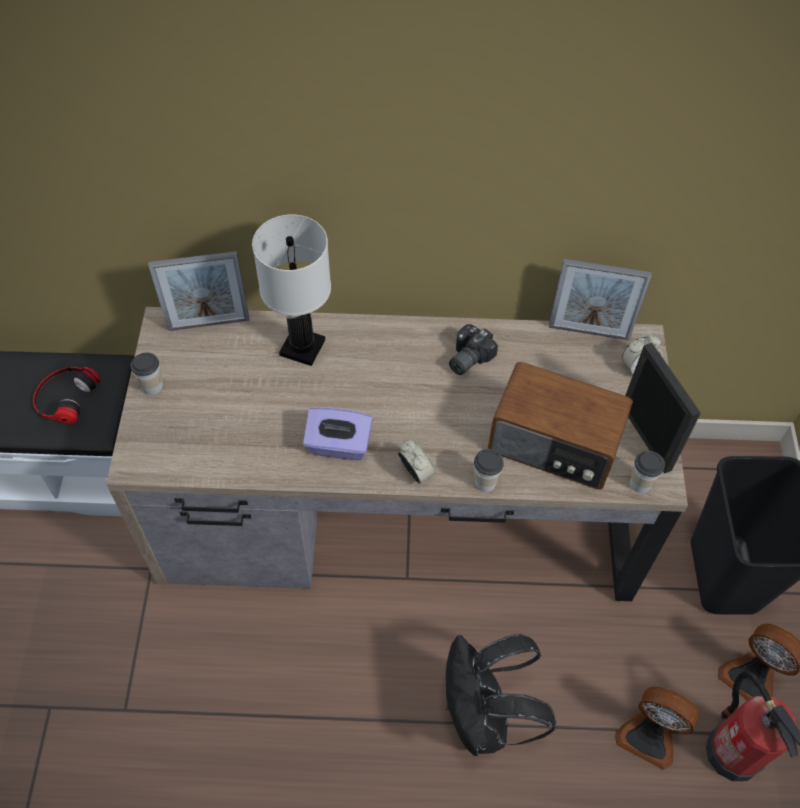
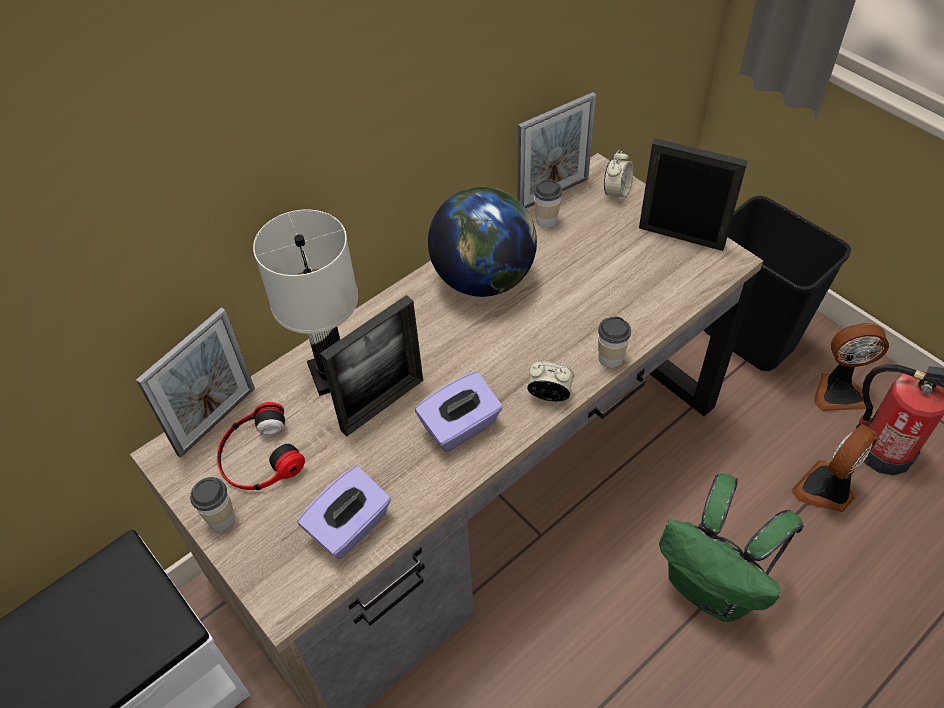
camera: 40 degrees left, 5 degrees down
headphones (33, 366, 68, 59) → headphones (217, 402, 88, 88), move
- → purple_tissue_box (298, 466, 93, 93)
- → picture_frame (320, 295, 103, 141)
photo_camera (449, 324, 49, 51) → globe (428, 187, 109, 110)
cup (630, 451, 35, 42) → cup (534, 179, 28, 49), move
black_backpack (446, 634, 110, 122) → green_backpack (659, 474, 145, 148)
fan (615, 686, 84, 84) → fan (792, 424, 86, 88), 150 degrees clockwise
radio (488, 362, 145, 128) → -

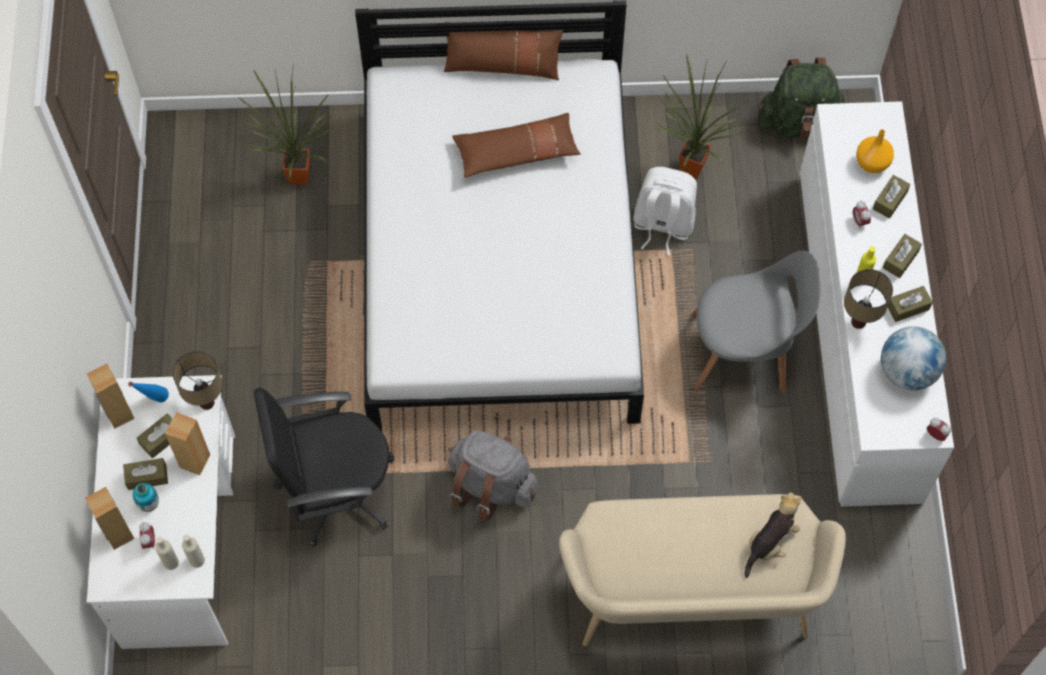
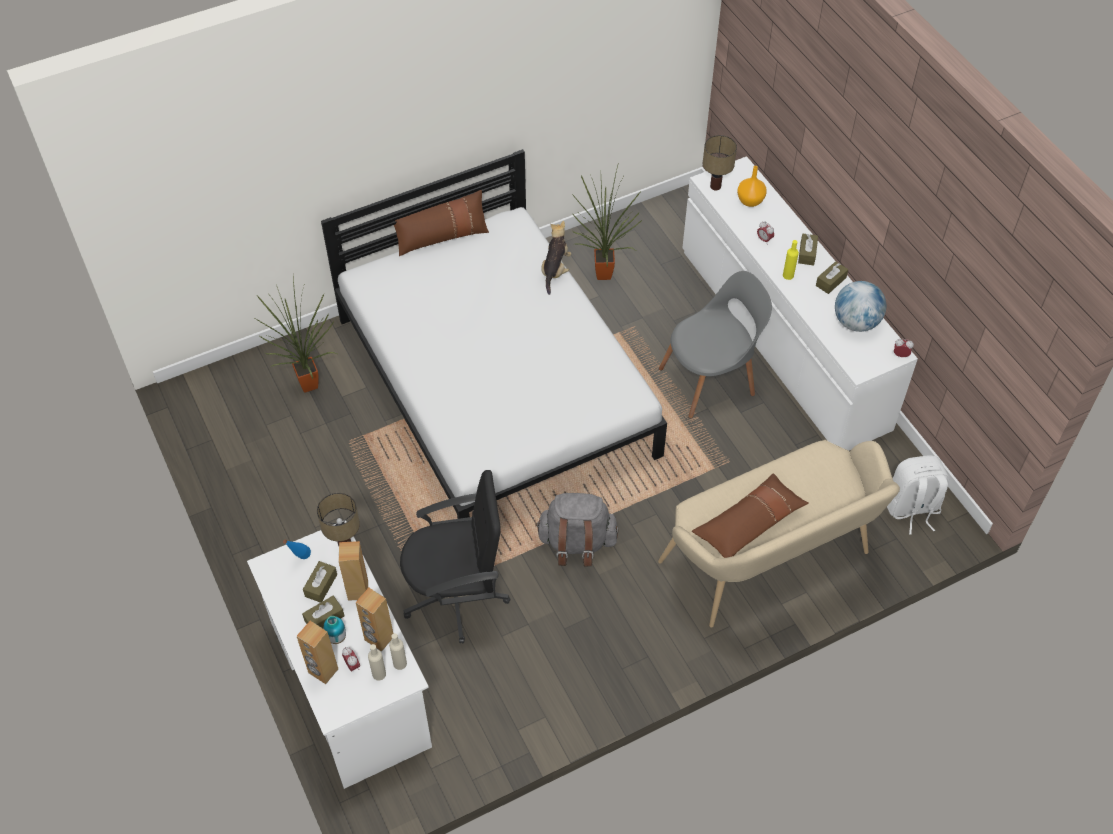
camera: 25 degrees left, 10 degrees down
brown_speaker (87, 364, 47, 65) → brown_speaker (356, 588, 37, 64), move
black_office_chair (253, 388, 141, 159) → black_office_chair (400, 470, 110, 174), 150 degrees counterclockwise
plush_toy (745, 493, 57, 85) → plush_toy (541, 221, 30, 74), move
brown_pillow (452, 113, 129, 65) → brown_pillow (692, 473, 117, 85), move
table_lamp (844, 269, 49, 60) → table_lamp (703, 135, 34, 55), move
white_backpack (634, 167, 63, 89) → white_backpack (887, 455, 62, 80), move
green_backpack (758, 57, 87, 82) → -
brown_tissue_box (873, 175, 37, 44) → -

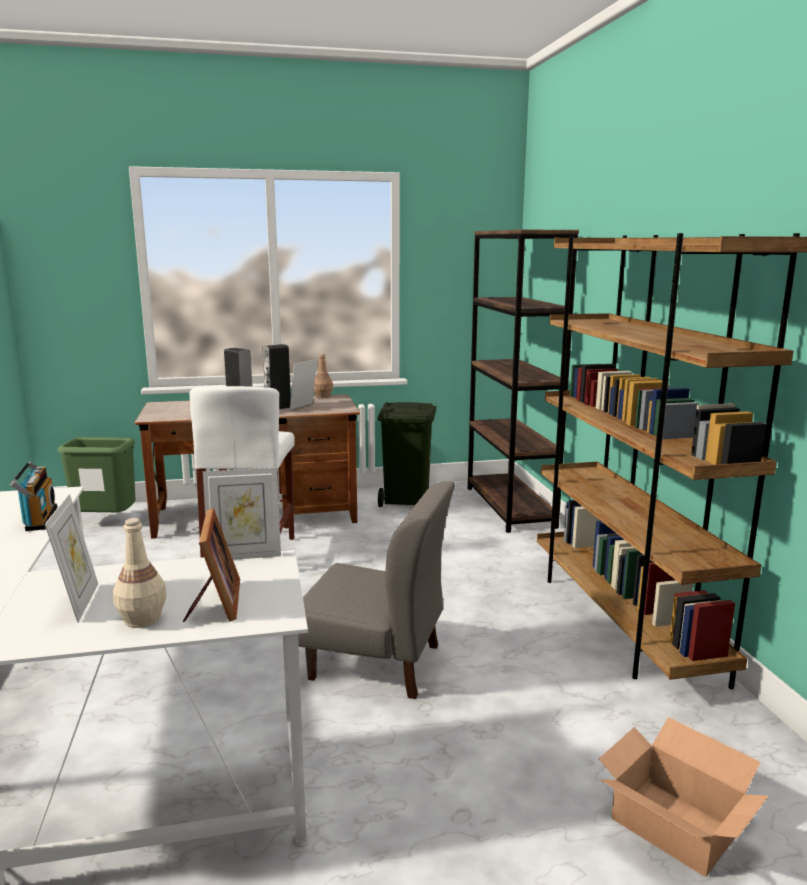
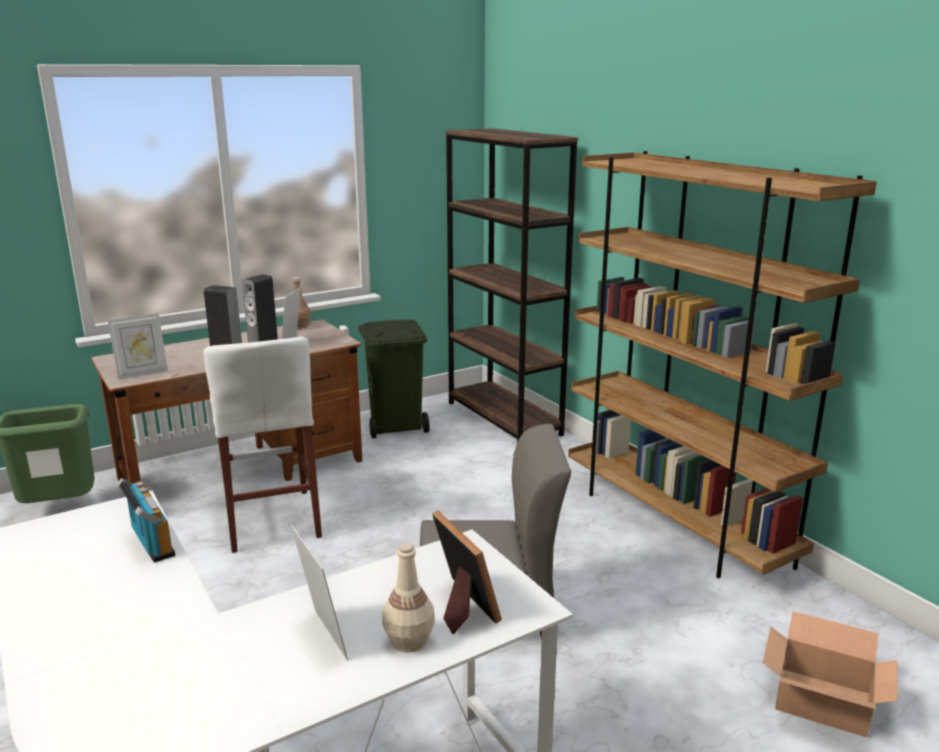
camera: 20 degrees left, 5 degrees up
picture_frame (203, 468, 78, 92) → picture_frame (108, 313, 60, 67), move

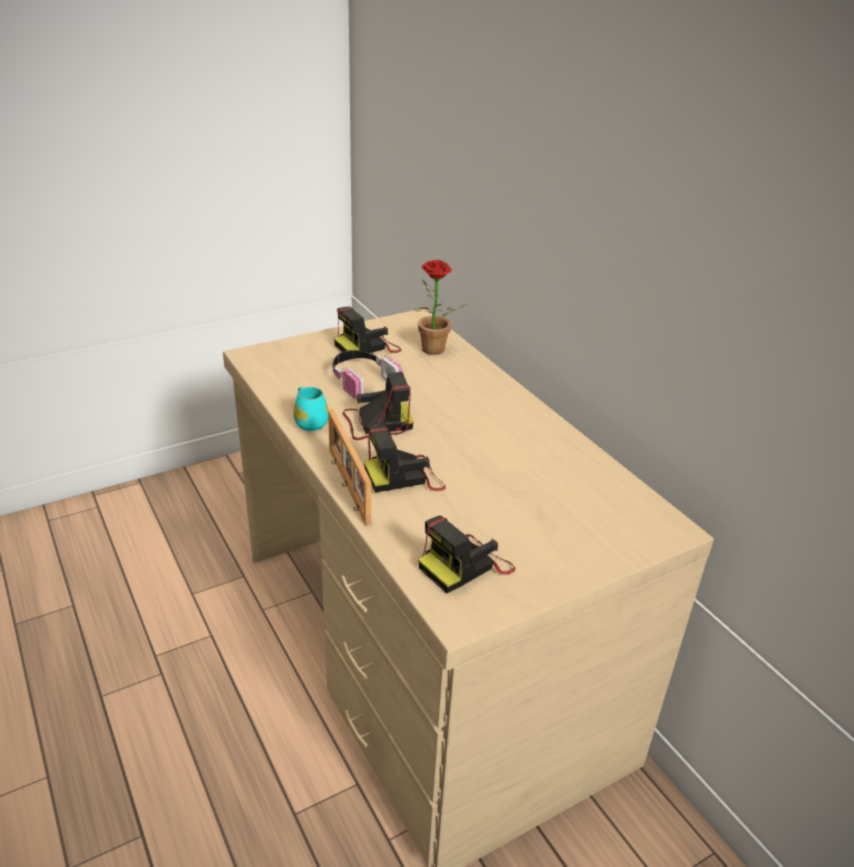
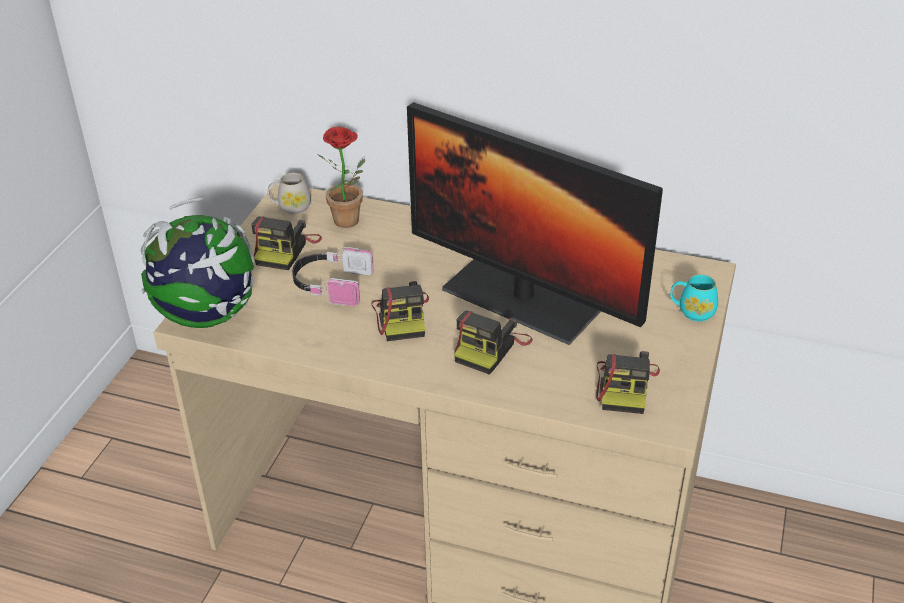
camera: 40 degrees left, 5 degrees up
- → globe (141, 198, 113, 130)
- → white_mug (268, 173, 43, 41)
photo_camera (343, 372, 71, 68) → photo_camera (372, 281, 57, 60), 135 degrees clockwise
- → monitor (407, 102, 256, 243)
turquoise_mug (293, 387, 35, 44) → turquoise_mug (670, 274, 48, 47), move
picture_frame (328, 409, 43, 117) → -

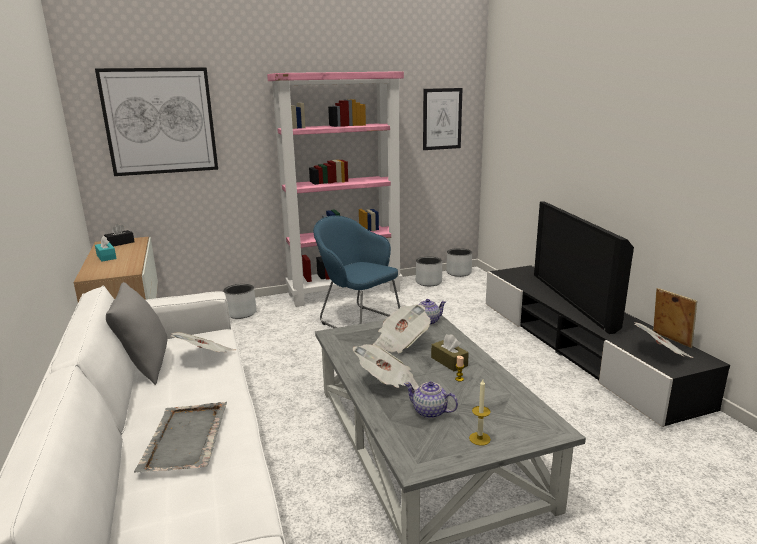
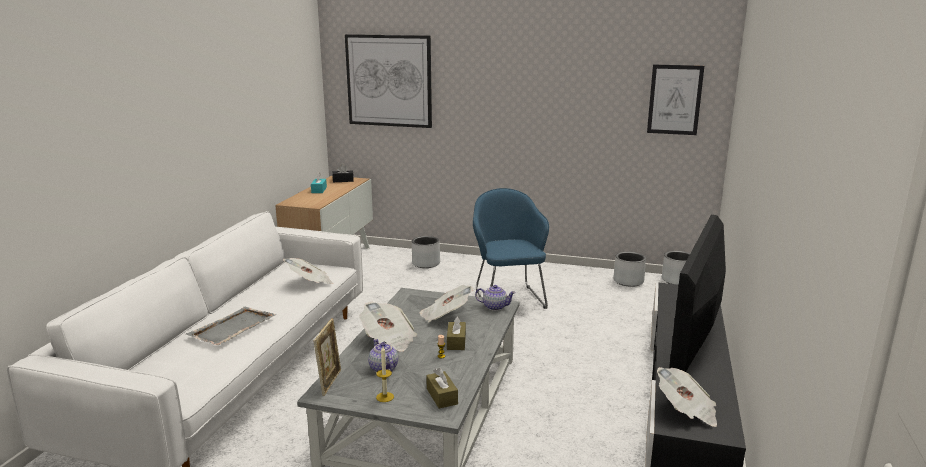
camera: 35 degrees right, 0 degrees up
picture_frame (653, 288, 44, 60) → picture_frame (314, 318, 27, 78), move
- → brown_tissue_box (426, 368, 32, 40)
grey_pillow (106, 282, 61, 103) → -
pink_bookcase (267, 71, 137, 236) → -

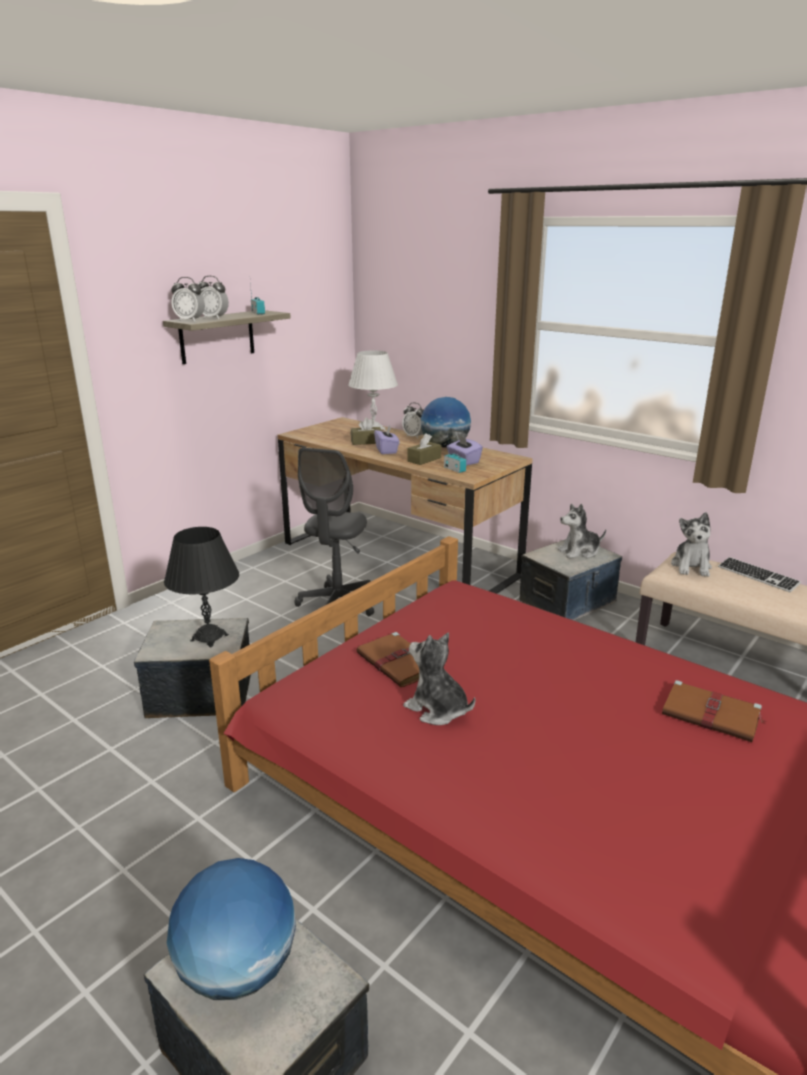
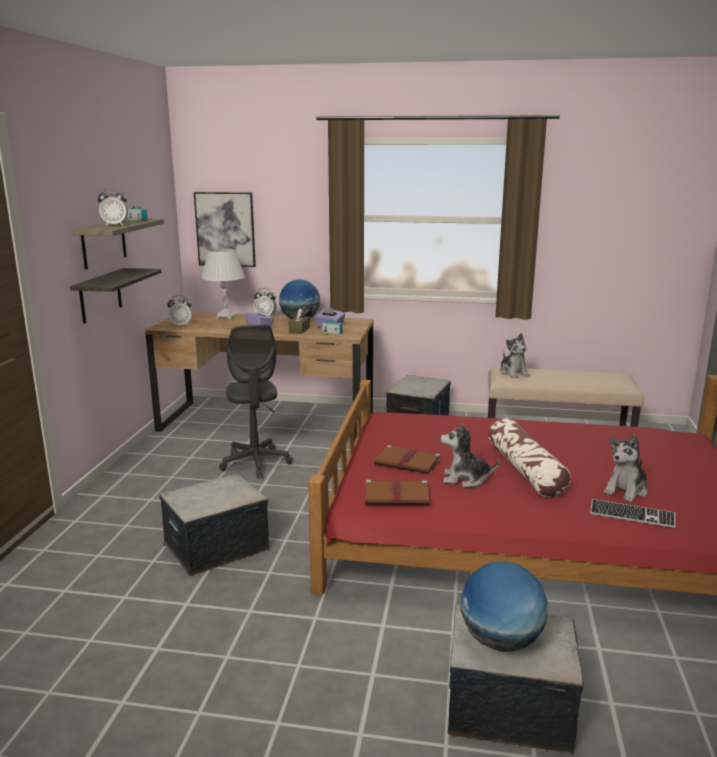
camera: 30 degrees left, 5 degrees down
- → shelf (70, 268, 91, 56)
alarm_clock (171, 277, 34, 45) → alarm_clock (167, 295, 24, 32), move
- → picture (194, 192, 62, 75)
brown_book (662, 680, 106, 62) → brown_book (365, 480, 68, 25), move
- → pillow (488, 419, 83, 78)
keyboard (718, 557, 83, 35) → keyboard (590, 499, 86, 29), move
plush_toy (558, 504, 48, 54) → plush_toy (604, 435, 44, 67), move
black_table_lamp (164, 527, 75, 120) → -
brown_tissue_box (351, 417, 31, 28) → -

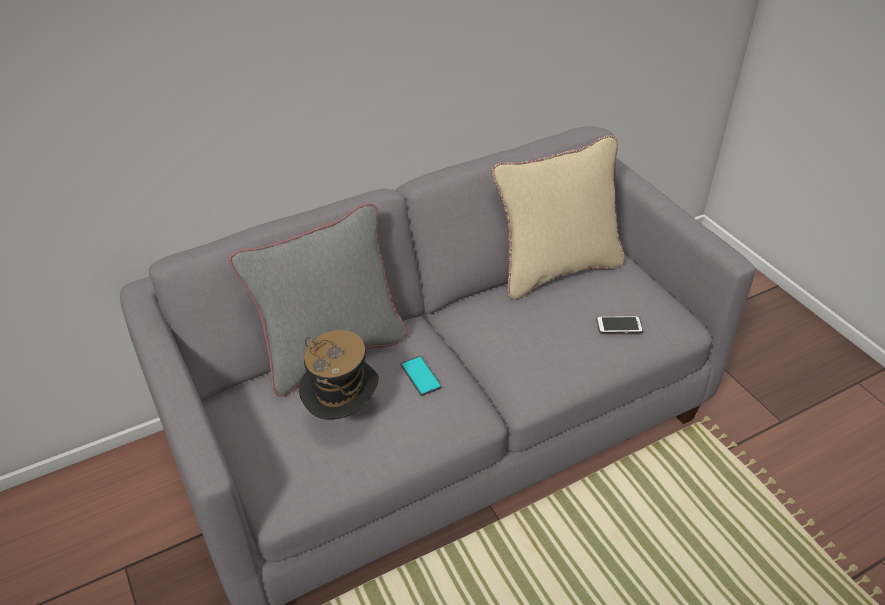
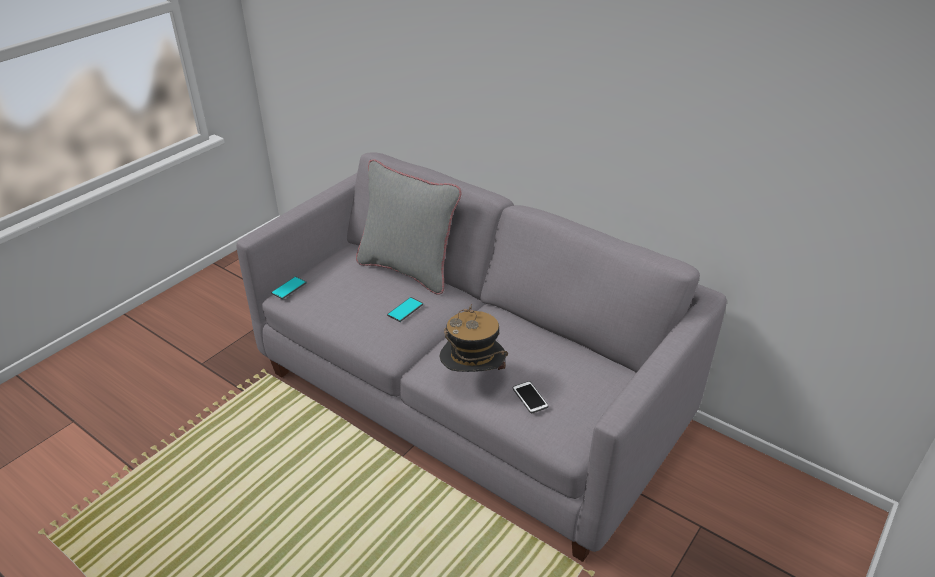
camera: 65 degrees right, 5 degrees down
- → phone (271, 276, 36, 23)
hat (299, 330, 80, 90) → hat (440, 304, 68, 68), move
beige_pillow (491, 135, 134, 165) → -

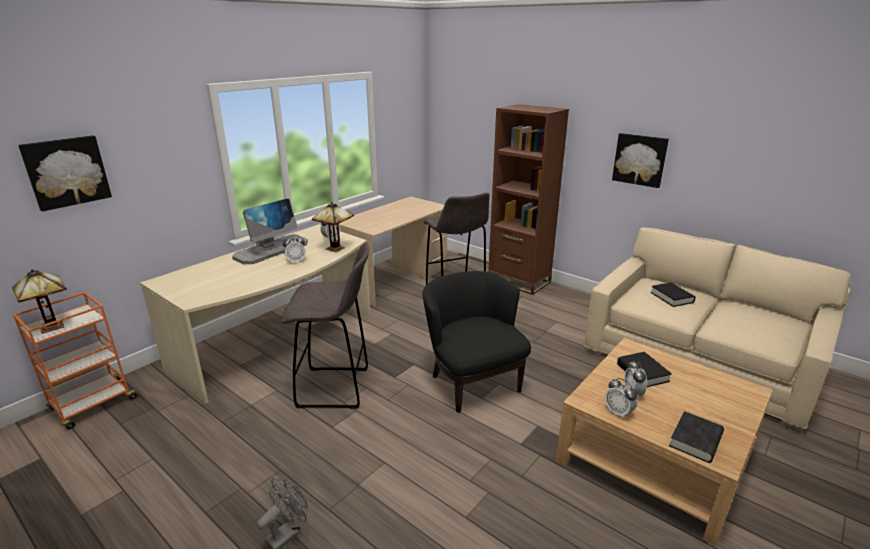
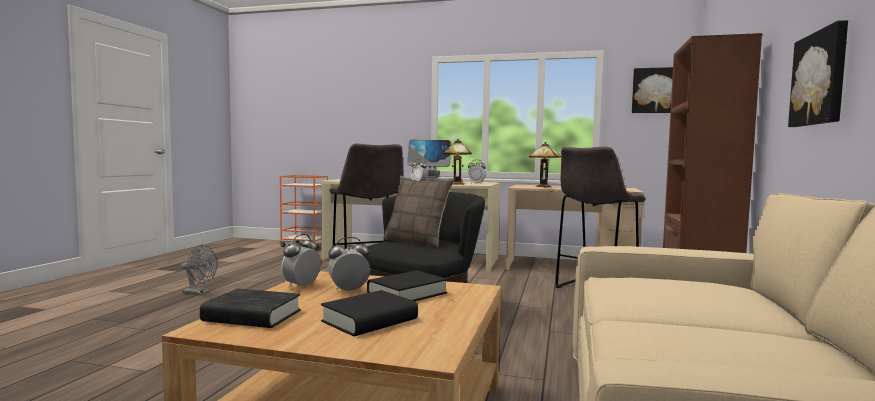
camera: 65 degrees right, 20 degrees down
black_book (650, 282, 46, 25) → black_book (321, 290, 97, 46), move
- → pillow (383, 176, 71, 72)
table_lamp (12, 269, 55, 65) → table_lamp (529, 142, 32, 45), move
picture (18, 135, 94, 76) → picture (632, 67, 41, 46), move

